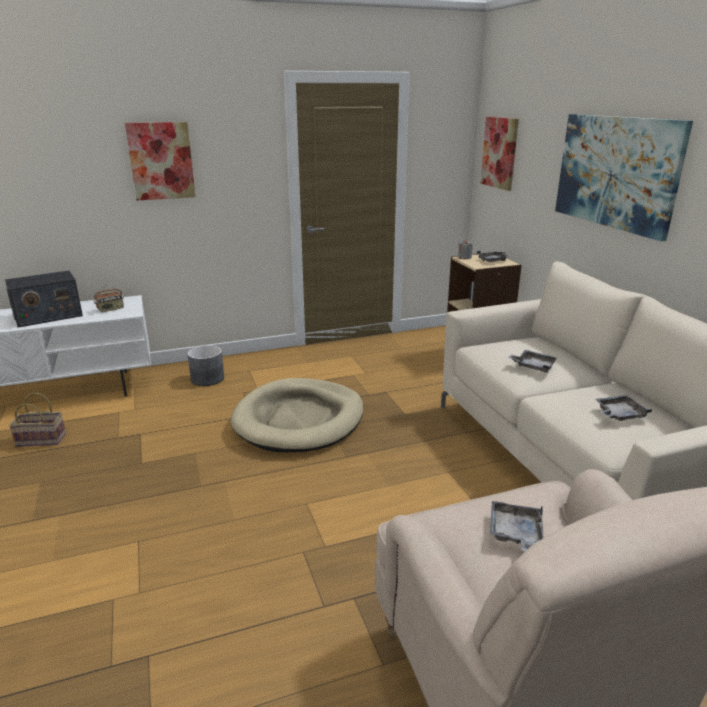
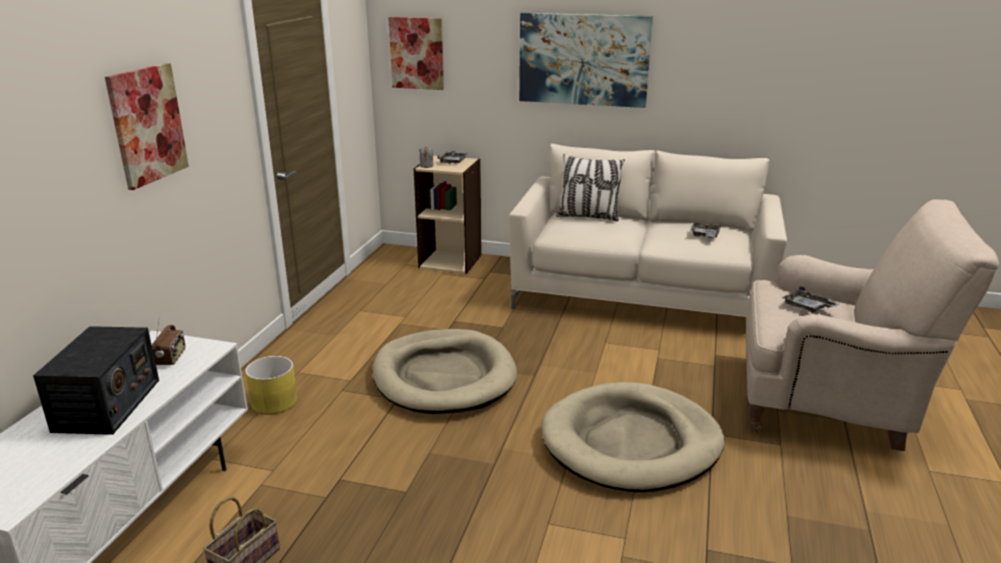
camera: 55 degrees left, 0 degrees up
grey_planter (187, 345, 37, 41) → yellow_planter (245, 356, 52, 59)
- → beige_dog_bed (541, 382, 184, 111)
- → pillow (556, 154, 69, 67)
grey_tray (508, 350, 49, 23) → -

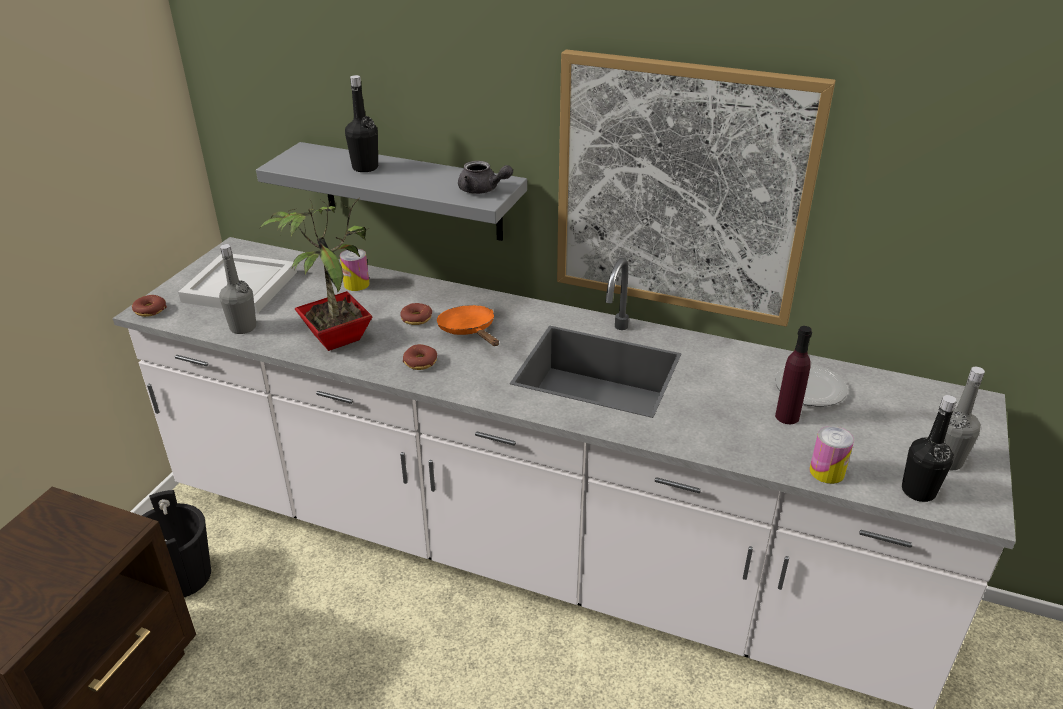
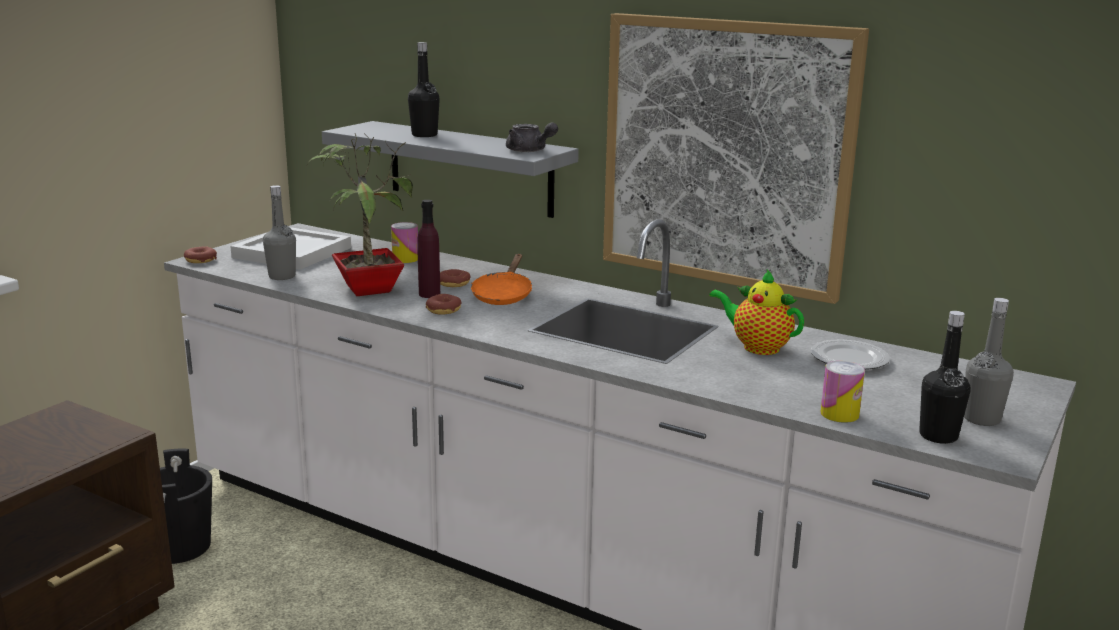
camera: 10 degrees right, 15 degrees down
purple_bottle (775, 326, 37, 98) → purple_bottle (417, 200, 23, 98), move
orange_frying_pan (437, 305, 62, 41) → orange_frying_pan (471, 254, 61, 51), 150 degrees counterclockwise
- → teapot (709, 269, 95, 86)

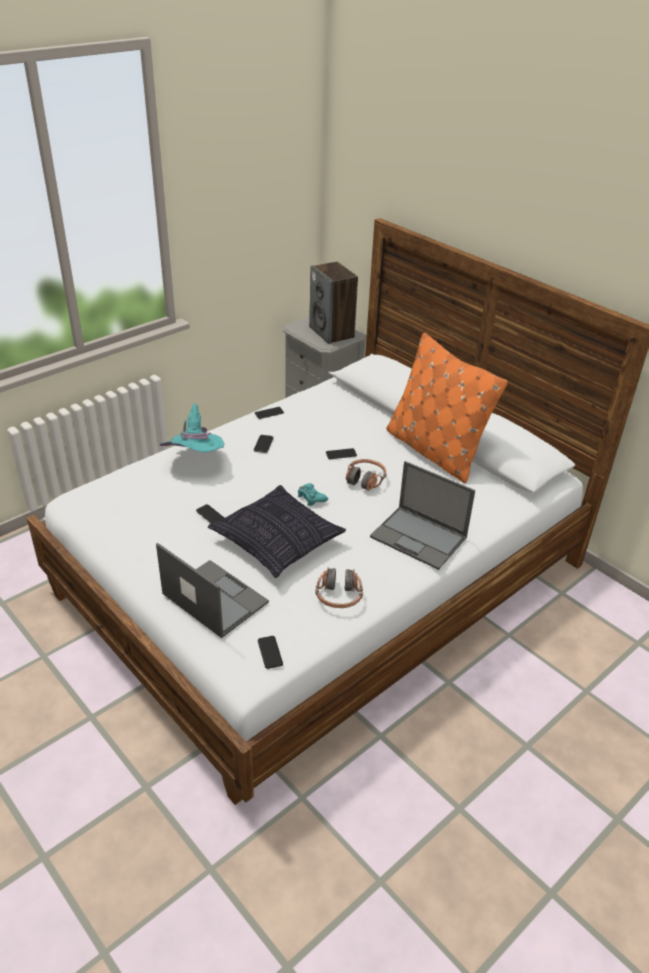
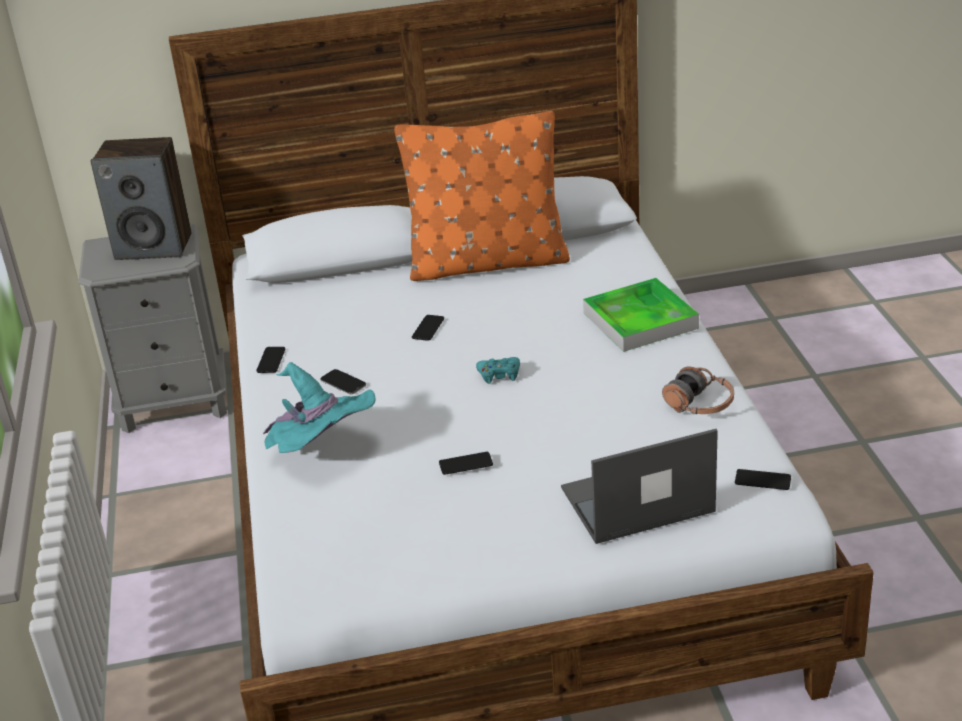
camera: 55 degrees left, 5 degrees down
laptop (370, 461, 105, 109) → tray (583, 278, 116, 74)
pillow (208, 485, 138, 93) → -
headphones (346, 459, 41, 32) → -

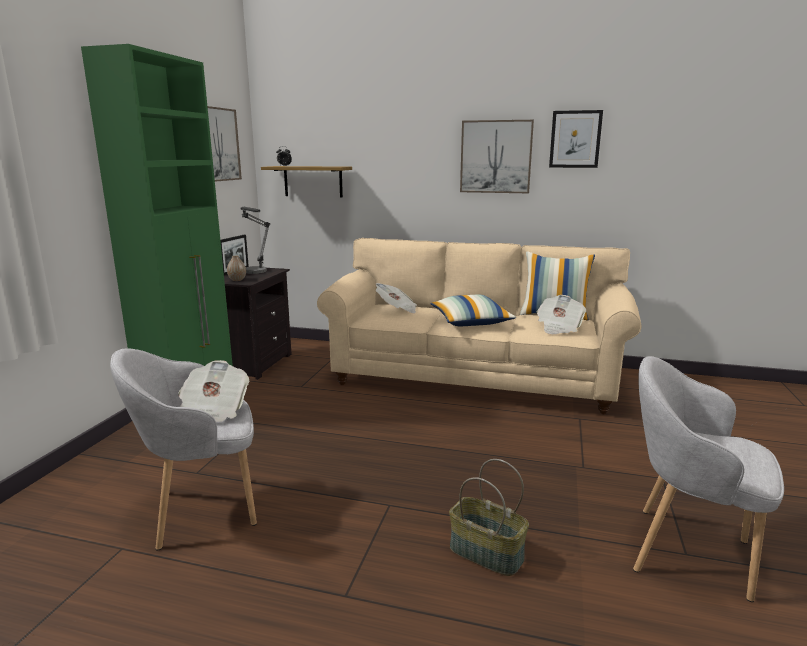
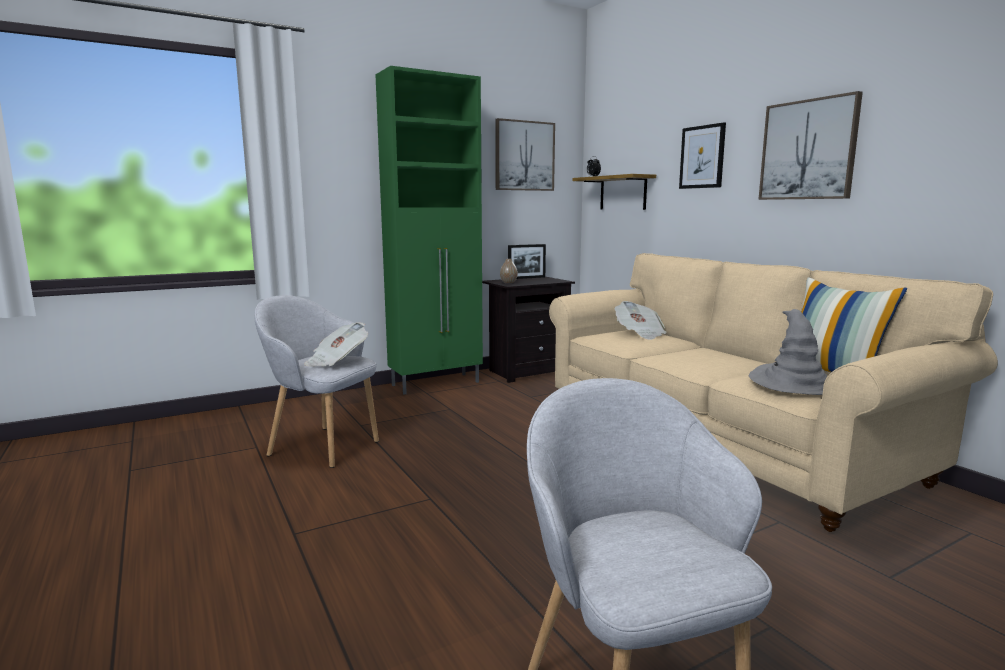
camera: 45 degrees right, 5 degrees down
picture (549, 110, 54, 58) → picture (679, 122, 47, 67), move
newspaper (536, 295, 50, 39) → grey_hat (749, 309, 78, 86)
table_lamp (241, 207, 29, 67) → -
pillow (430, 295, 86, 31) → -
basket (449, 459, 80, 117) → -

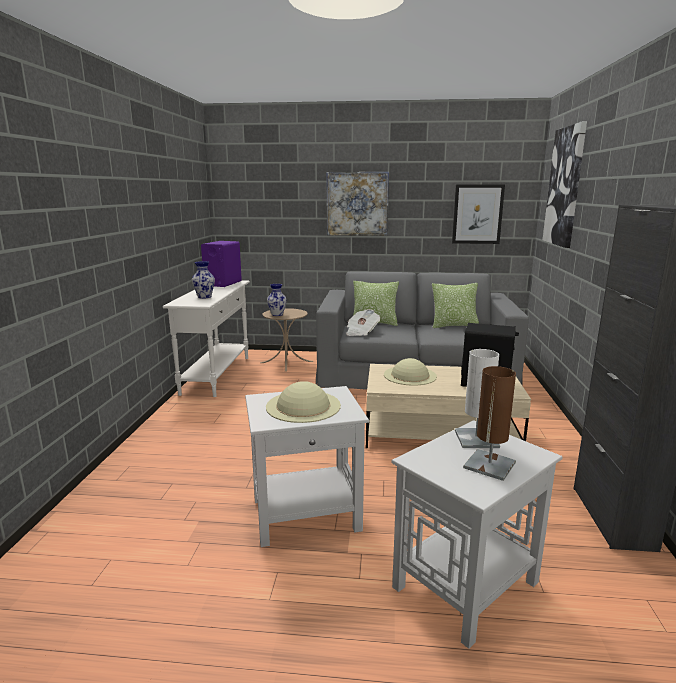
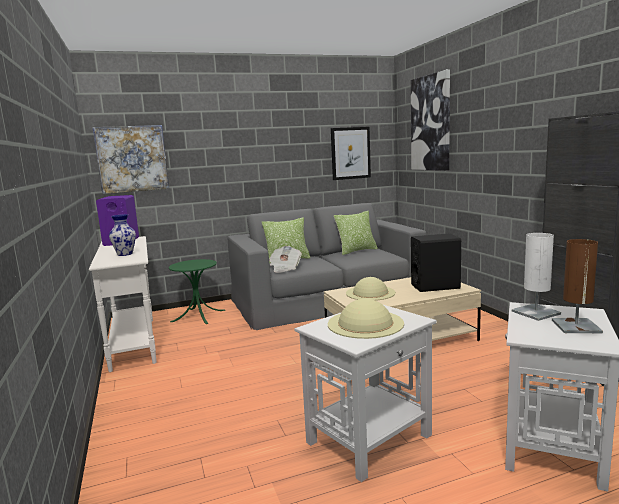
camera: 25 degrees left, 5 degrees down
picture (326, 172, 63, 64) → picture (93, 125, 76, 69), move
beige_side_table (260, 308, 53, 64) → green_side_table (169, 259, 56, 65)
vase (267, 284, 20, 32) → -

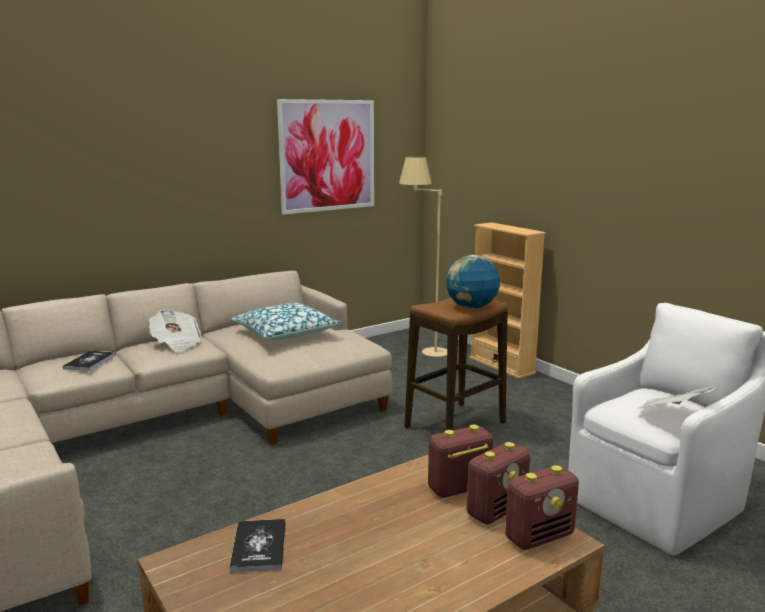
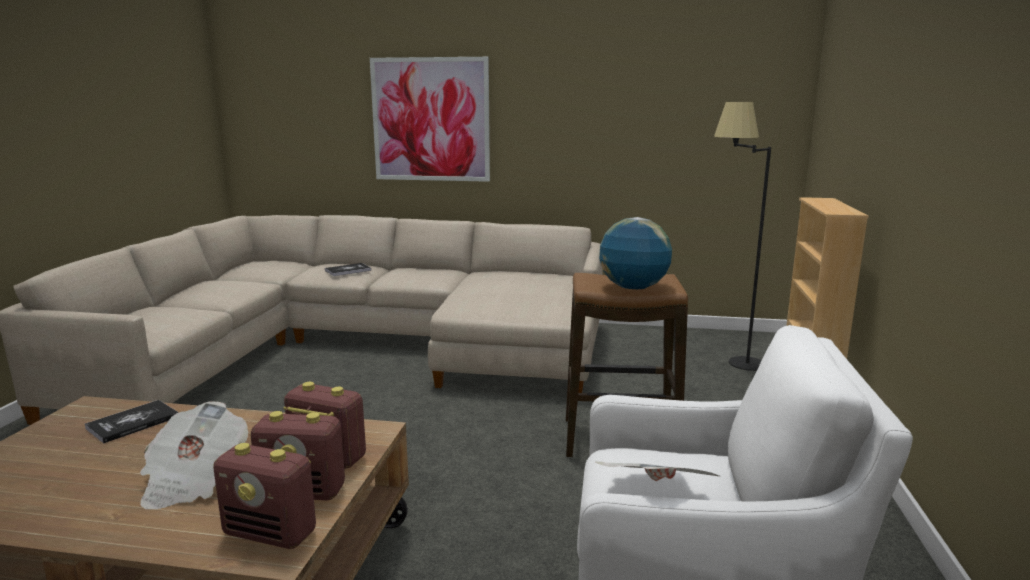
camera: 45 degrees right, 0 degrees up
newspaper (149, 309, 53, 43) → newspaper (140, 401, 108, 108), move
picture (277, 99, 97, 116) → picture (370, 57, 120, 125), move
beige_floor_lamp (399, 156, 48, 201) → black_floor_lamp (714, 102, 57, 269)
pillow (231, 303, 110, 38) → -

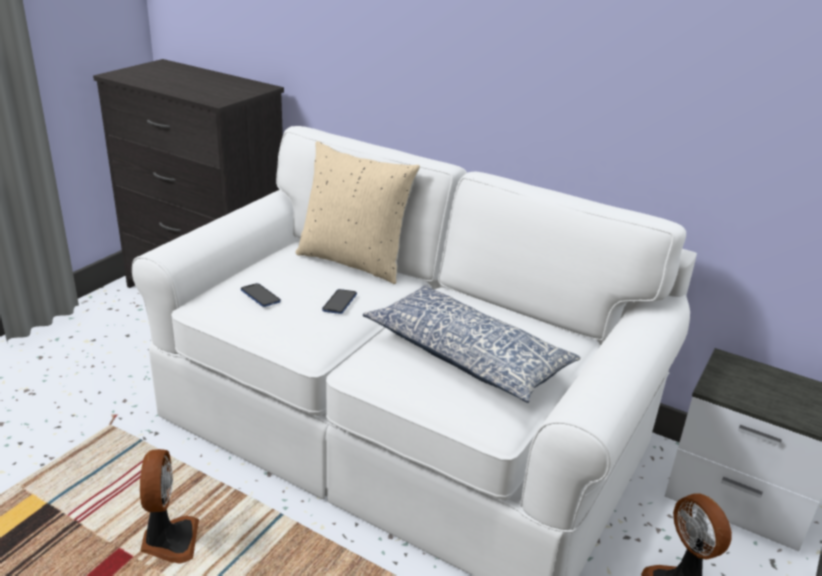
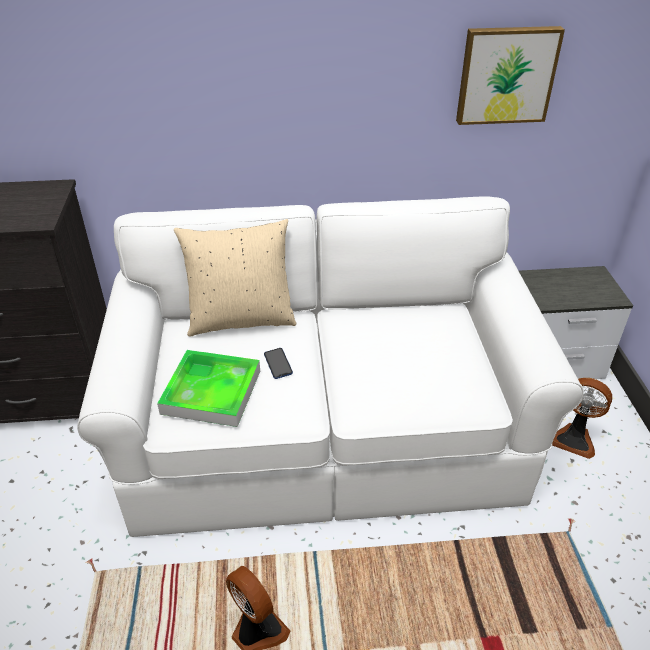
camera: 35 degrees left, 10 degrees up
phone (241, 283, 40, 24) → tray (157, 350, 103, 77)
- → picture (456, 26, 109, 99)
pillow (363, 285, 218, 118) → -

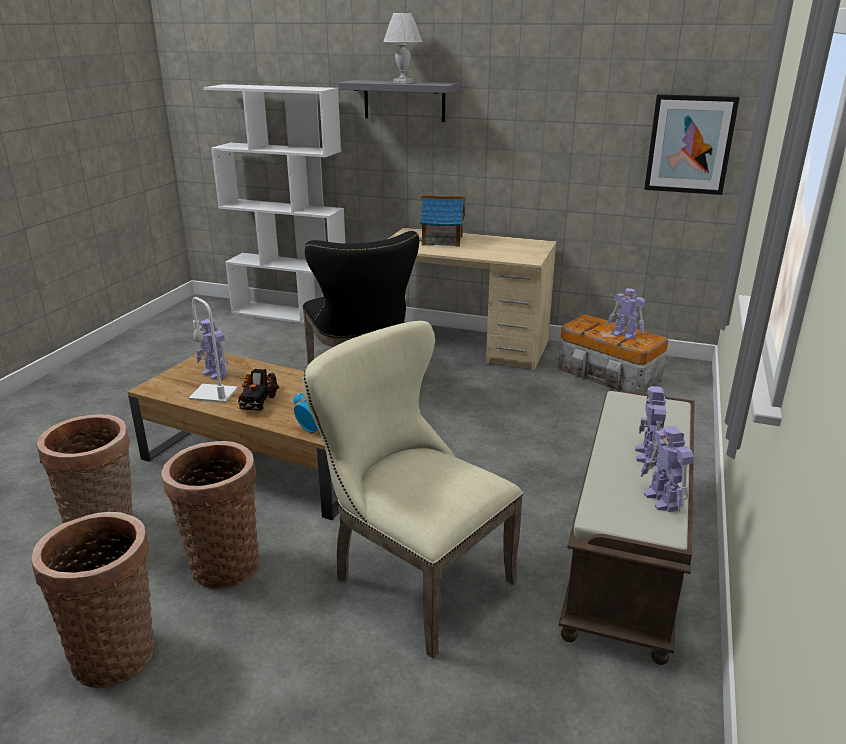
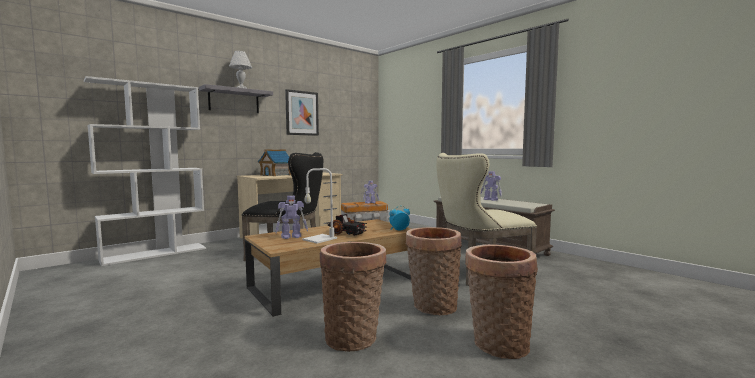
camera: 60 degrees left, 20 degrees down
picture (644, 94, 96, 101) → picture (285, 89, 34, 47), move
toy_robot (641, 426, 53, 86) → -

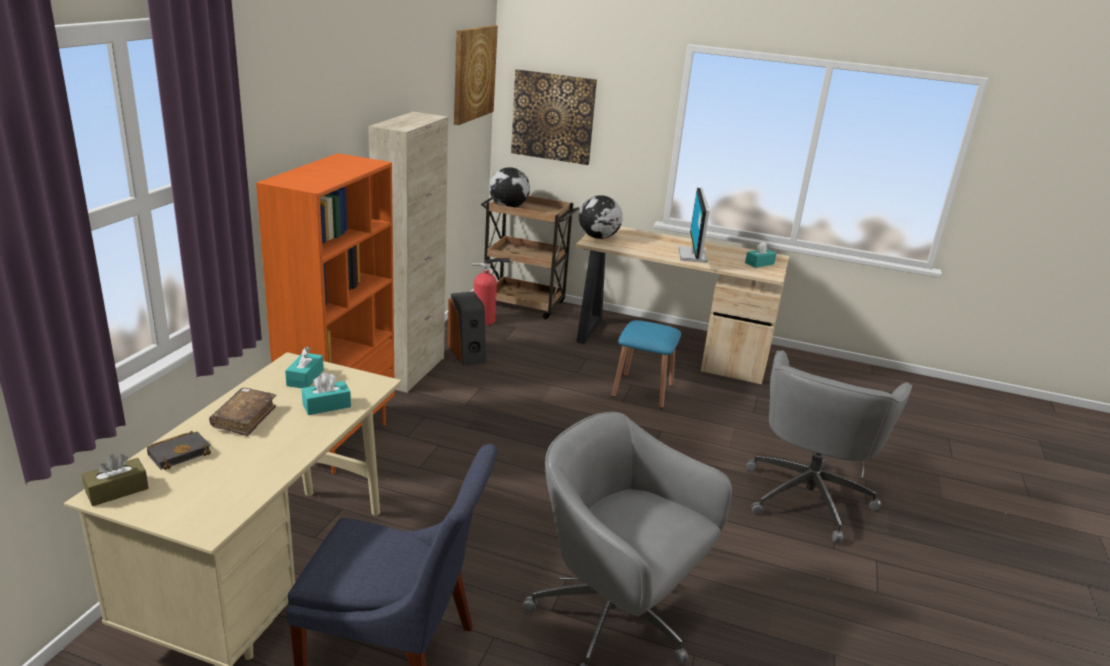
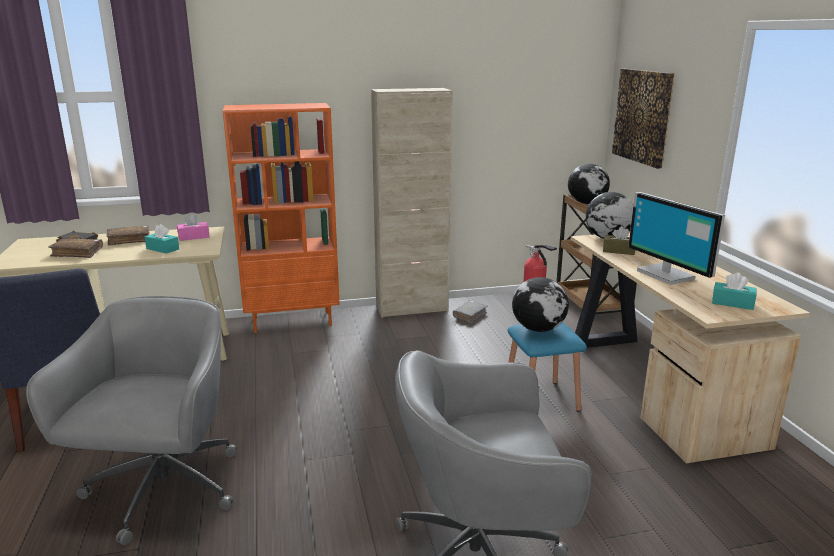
camera: 60 degrees right, 5 degrees down
- → brown_book (48, 238, 55, 20)
turquoise_tissue_box (285, 347, 39, 41) → pink_tissue_box (177, 214, 32, 27)
speaker (447, 291, 39, 75) → grey_book (453, 300, 35, 23)
- → globe (512, 277, 57, 55)
brown_tissue_box (82, 454, 67, 52) → brown_tissue_box (603, 226, 32, 29), move
monitor (678, 187, 32, 76) → monitor (629, 192, 96, 93), 90 degrees counterclockwise
picture (454, 25, 44, 100) → -

